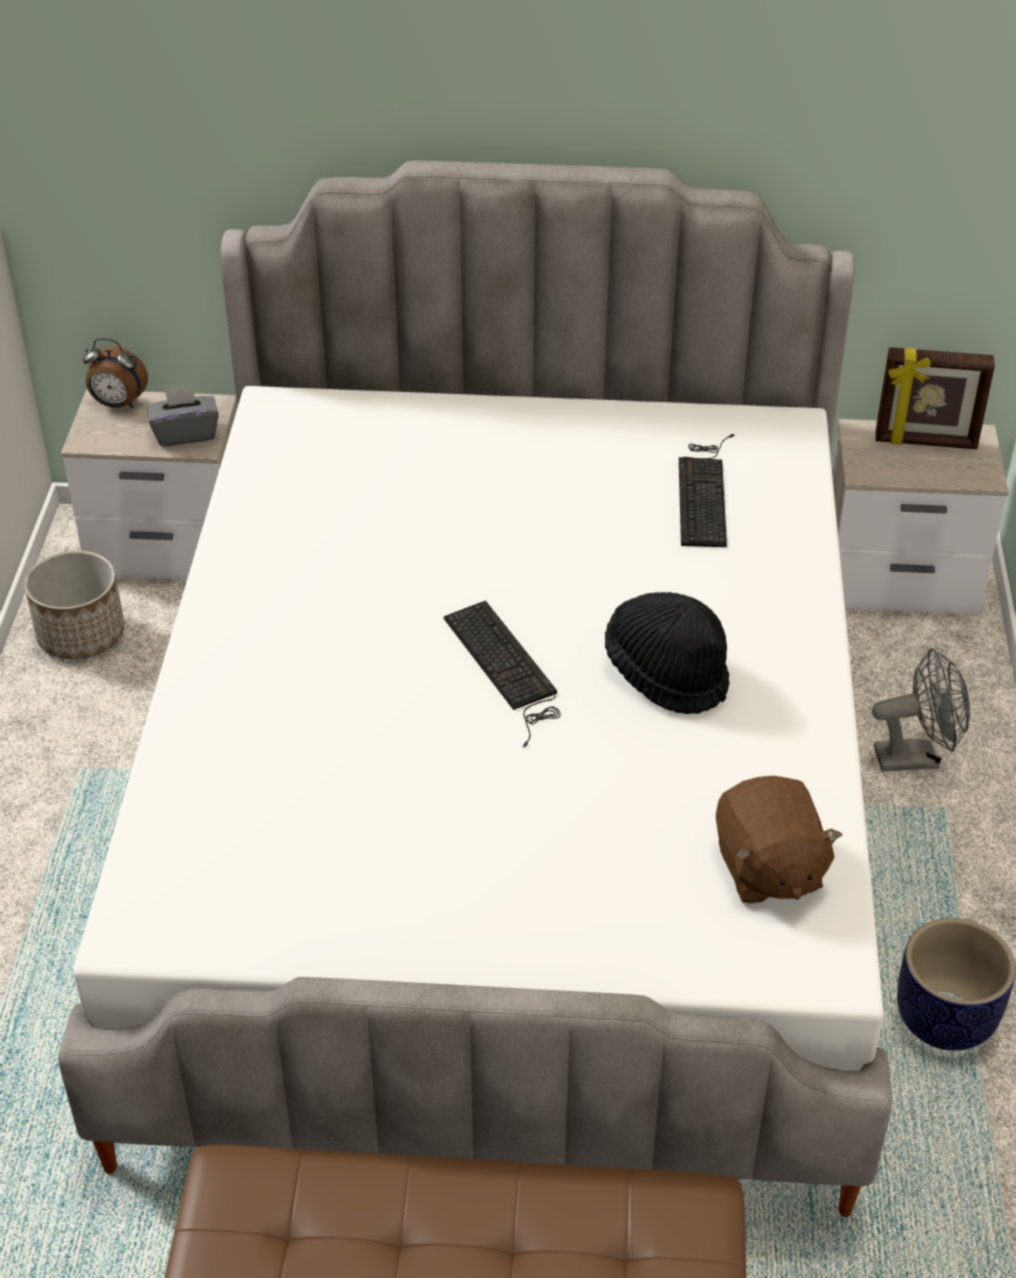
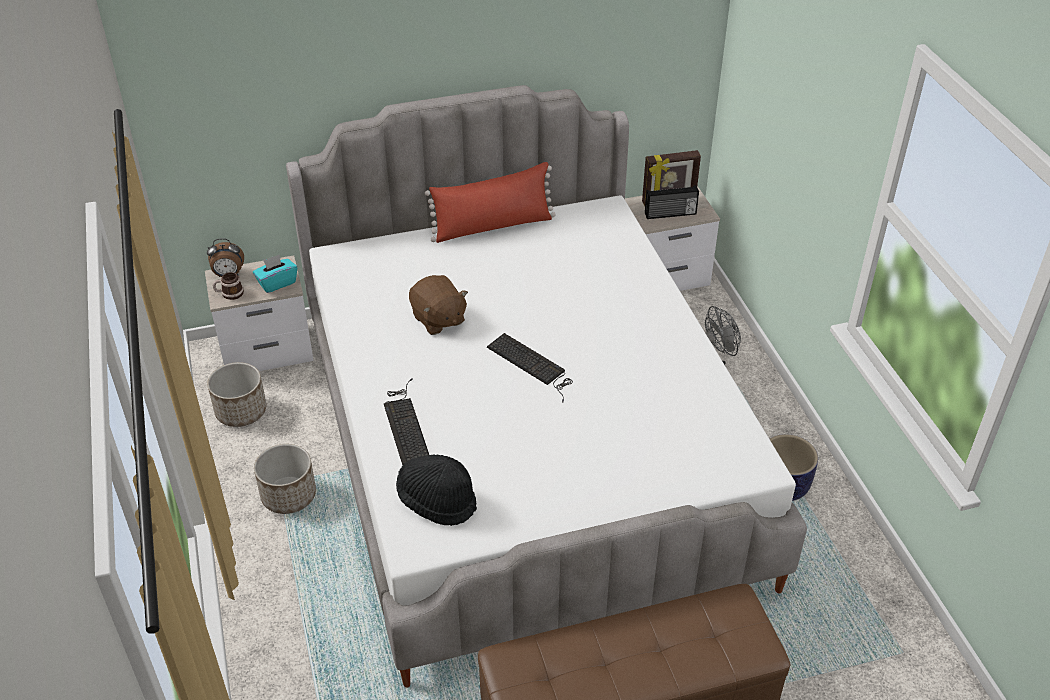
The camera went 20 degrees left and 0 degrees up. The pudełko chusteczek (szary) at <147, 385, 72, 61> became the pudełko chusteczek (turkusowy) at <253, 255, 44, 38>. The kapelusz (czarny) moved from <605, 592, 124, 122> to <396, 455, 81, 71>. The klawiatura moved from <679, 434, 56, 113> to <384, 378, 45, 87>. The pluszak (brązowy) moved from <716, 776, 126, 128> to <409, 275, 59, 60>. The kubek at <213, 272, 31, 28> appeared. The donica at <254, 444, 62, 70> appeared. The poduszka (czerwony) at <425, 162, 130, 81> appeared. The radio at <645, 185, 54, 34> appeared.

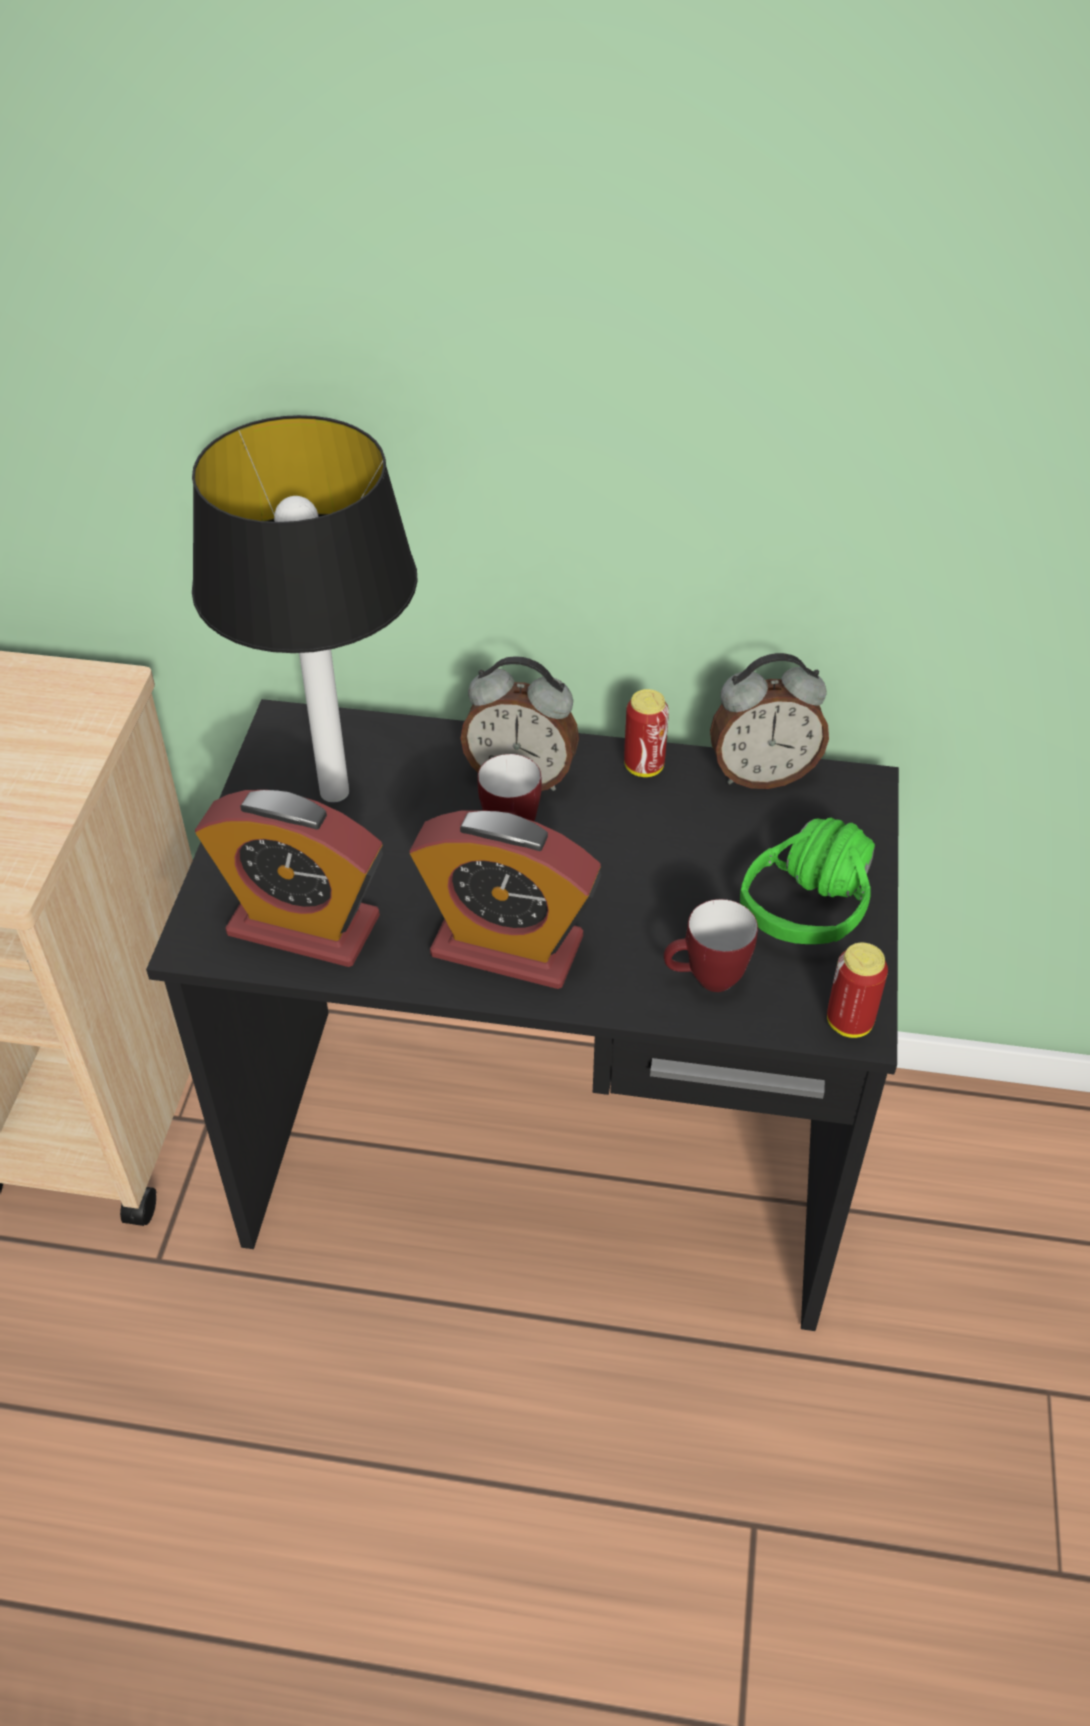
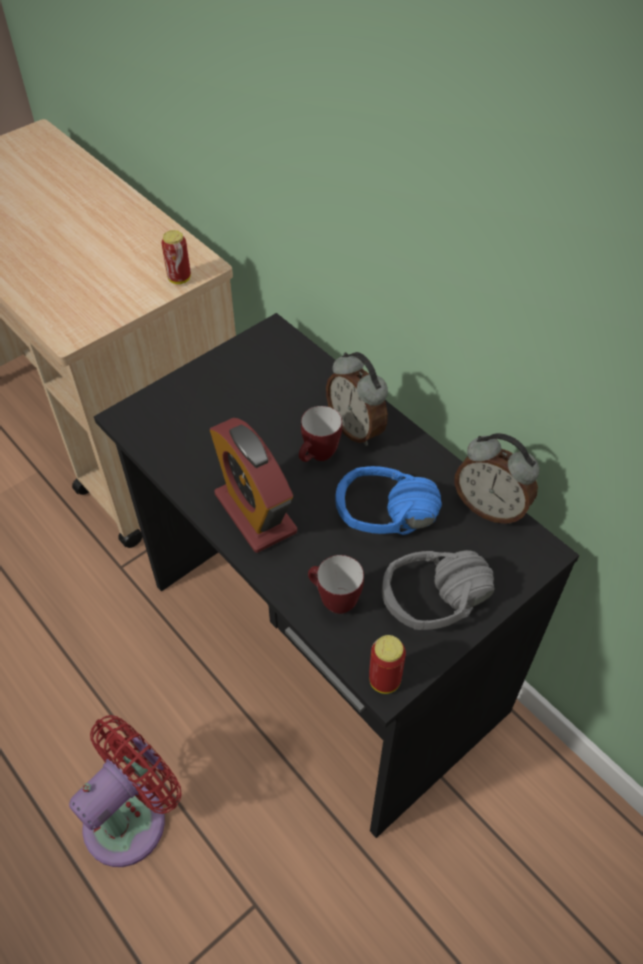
The camera went 40 degrees right and 5 degrees up. The lampa stołowa at <192, 415, 226, 387> disappeared. The budzik at <195, 790, 188, 177> disappeared. The puszka moved from <624, 689, 45, 88> to <161, 230, 30, 54>. The słuchawki (zielony) at <740, 818, 135, 126> became the słuchawki (szary) at <382, 550, 113, 80>. The wentylator (czerwony) at <69, 715, 113, 152> appeared. The słuchawki (niebieski) at <336, 466, 106, 69> appeared.

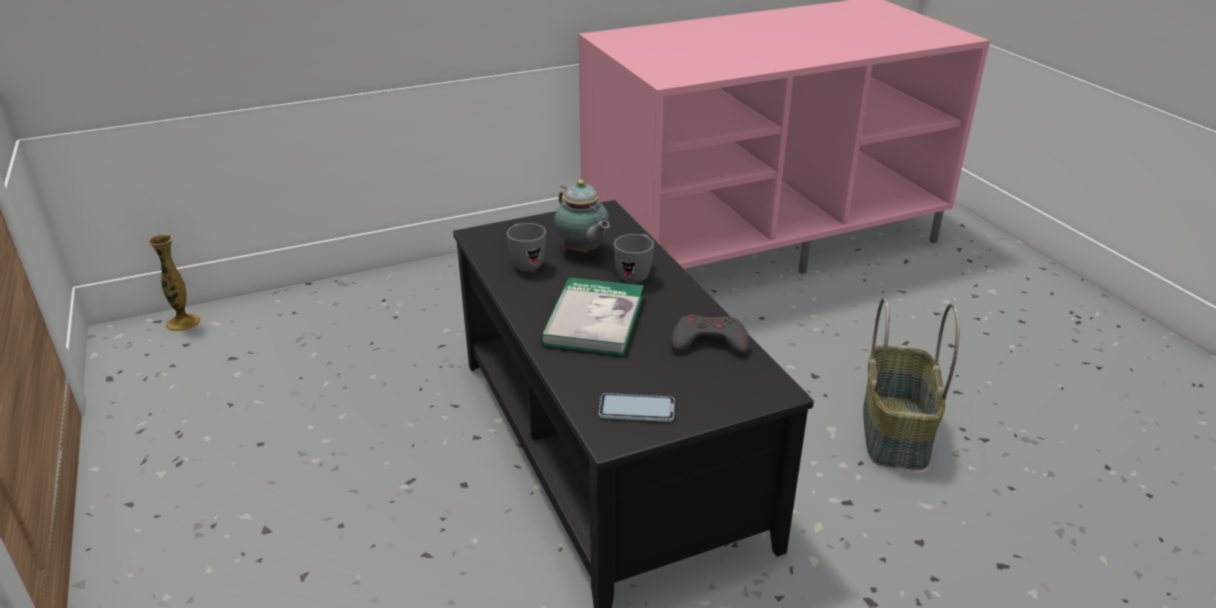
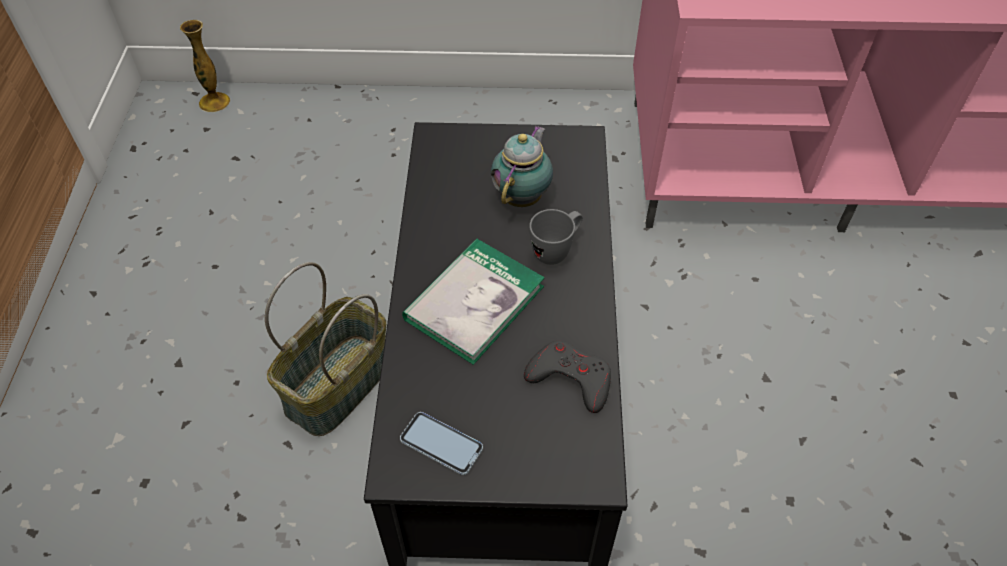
The camera went 25 degrees right and 20 degrees up. The kubek (szary) at <507, 223, 39, 48> disappeared. The imbryk at <554, 180, 56, 73> turned 150 degrees counterclockwise. The koszyk moved from <863, 298, 96, 172> to <265, 262, 121, 174>.

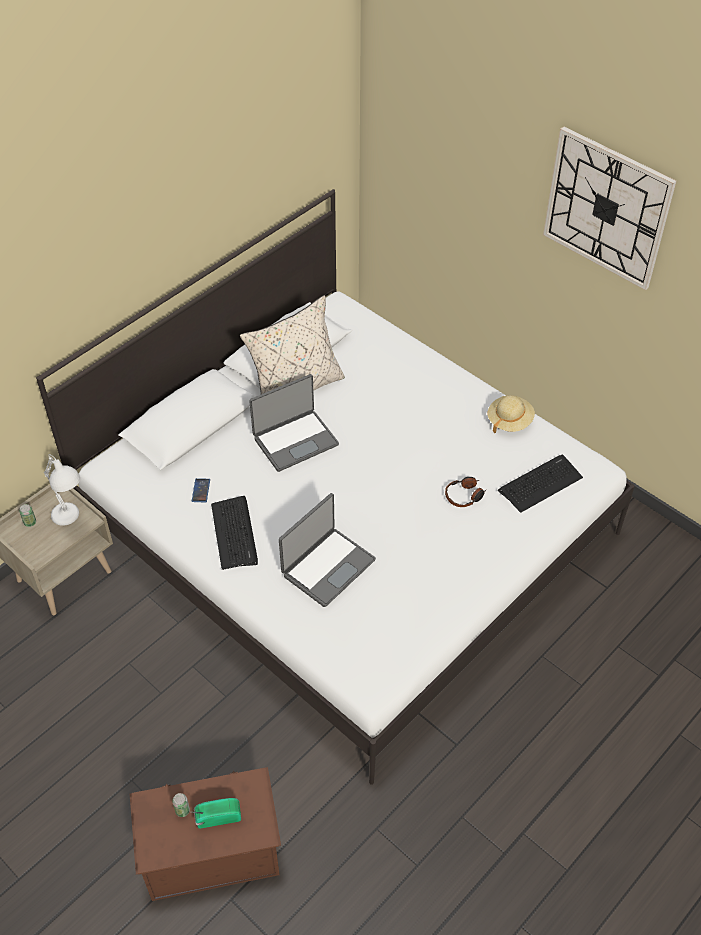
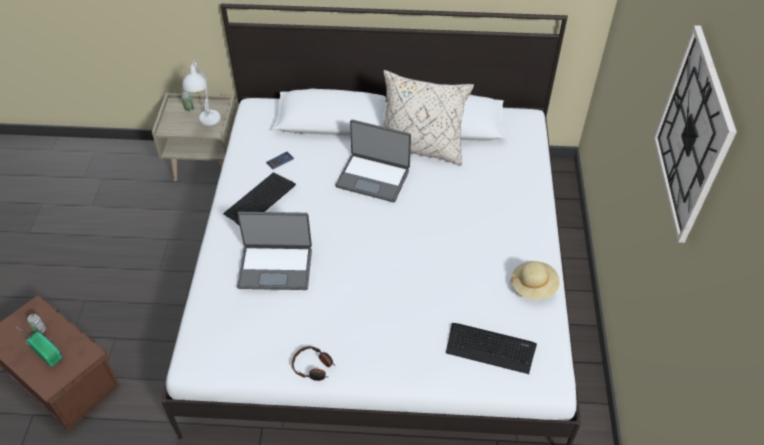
The camera went 50 degrees right and 0 degrees up. The słuchawki moved from <445, 477, 41, 30> to <292, 346, 43, 35>.

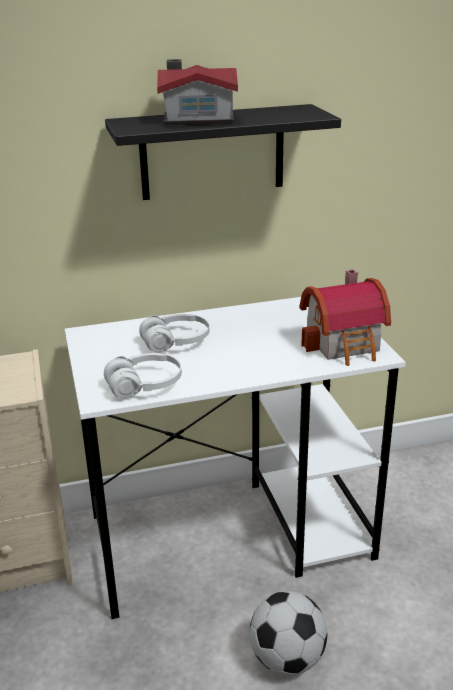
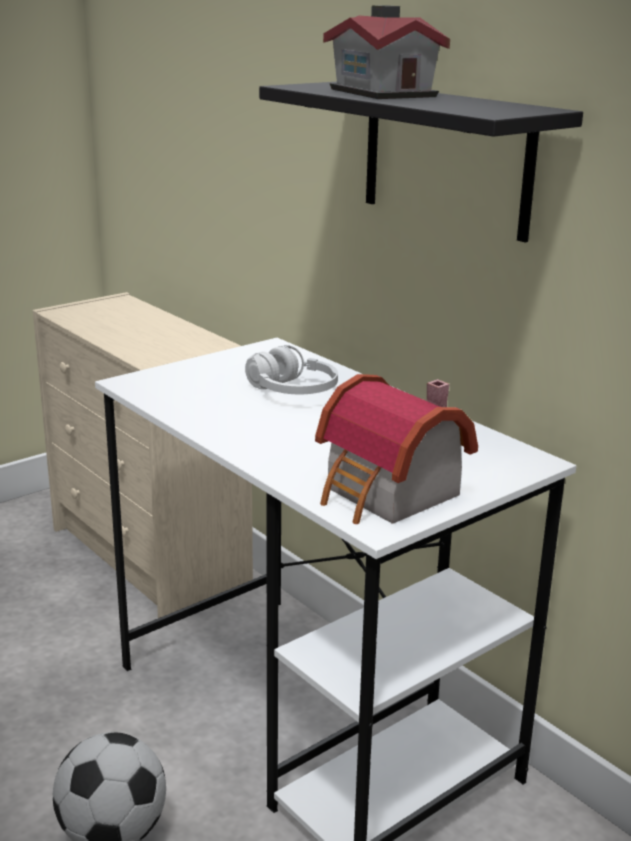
The camera went 65 degrees right and 5 degrees down. The słuchawki (biały) at <104, 353, 78, 46> disappeared.

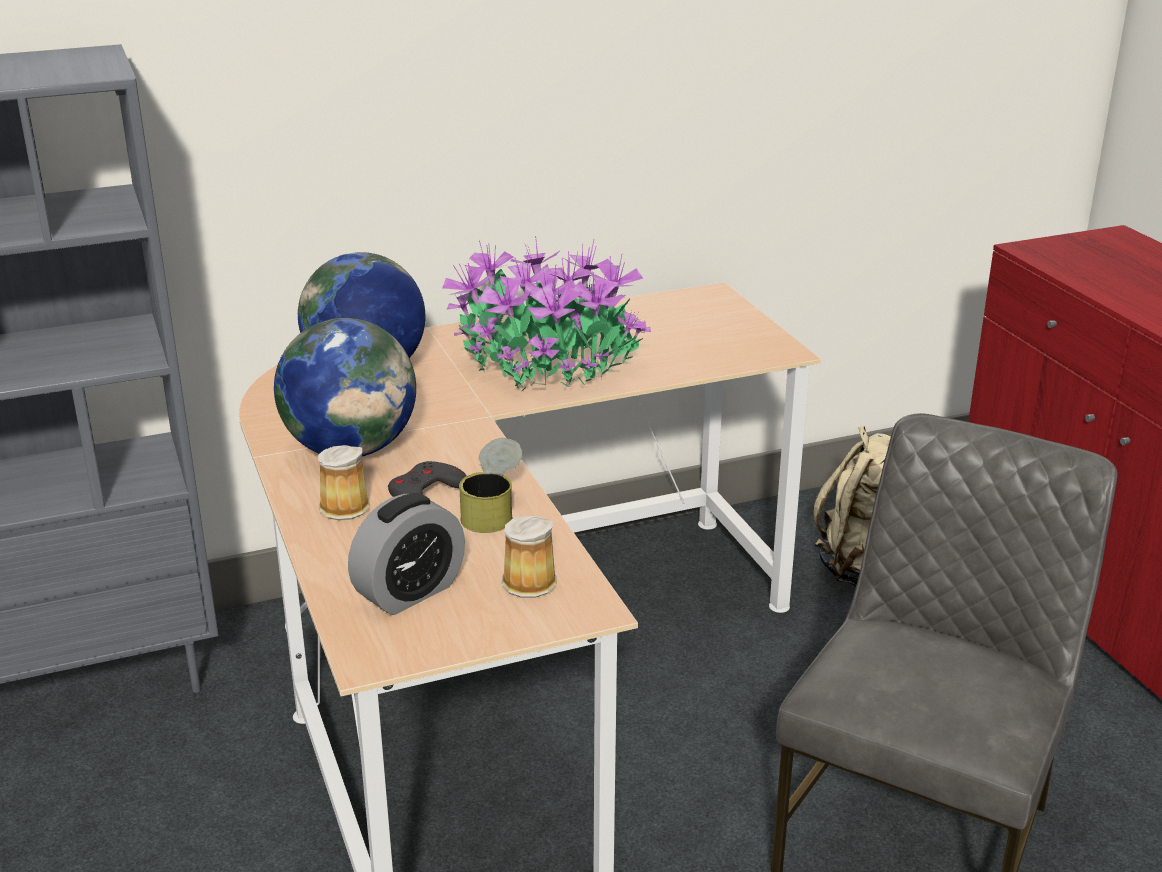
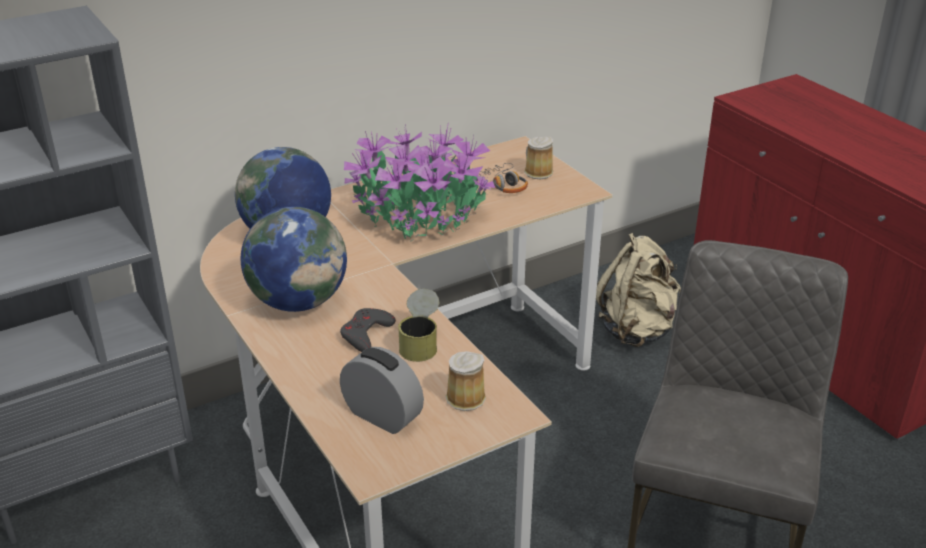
The camera went 10 degrees left and 5 degrees up. The kubek moved from <318, 445, 52, 75> to <524, 137, 29, 42>. The budzik at <348, 493, 117, 122> turned 90 degrees counterclockwise. The słuchawki at <480, 163, 48, 30> appeared.

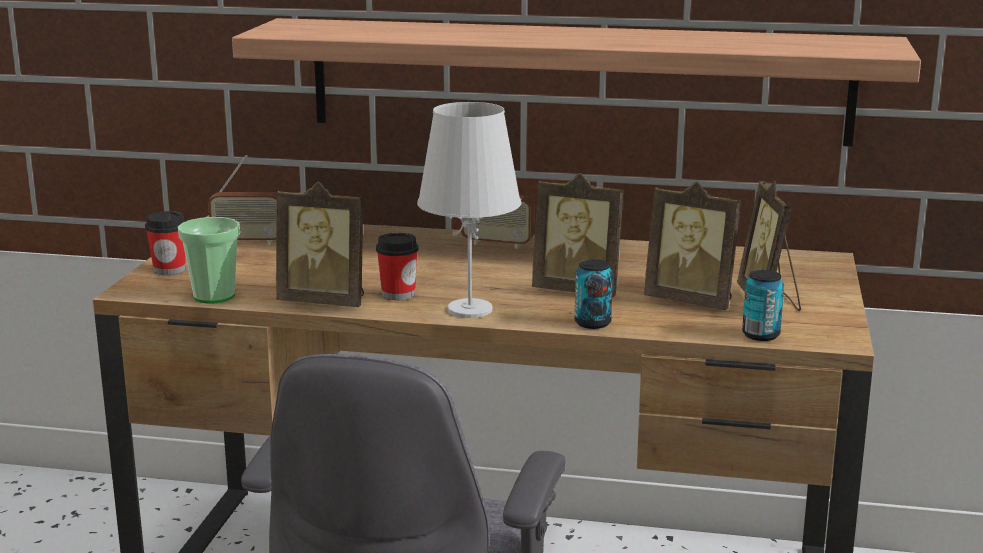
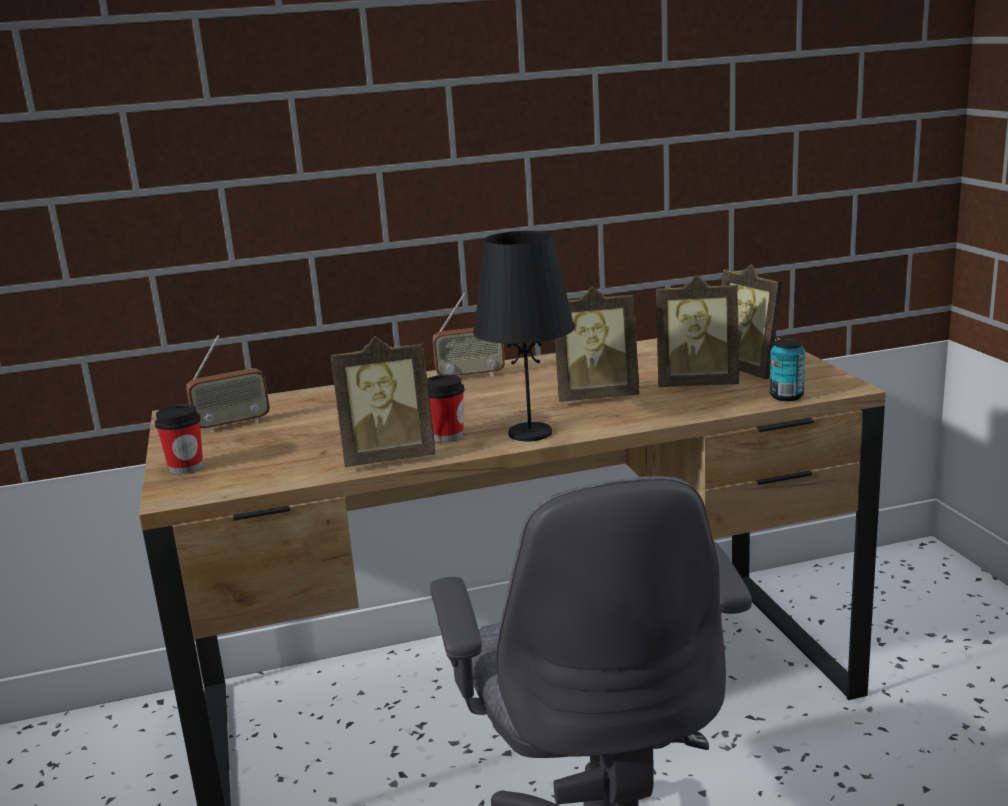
The camera went 25 degrees left and 0 degrees up. The filiżanka at <178, 217, 62, 87> disappeared. The półka at <232, 18, 689, 128> disappeared. The lampa stołowa (biały) at <417, 102, 104, 216> became the lampa stołowa (czarny) at <473, 231, 102, 210>. The puszka at <575, 259, 38, 70> disappeared.

